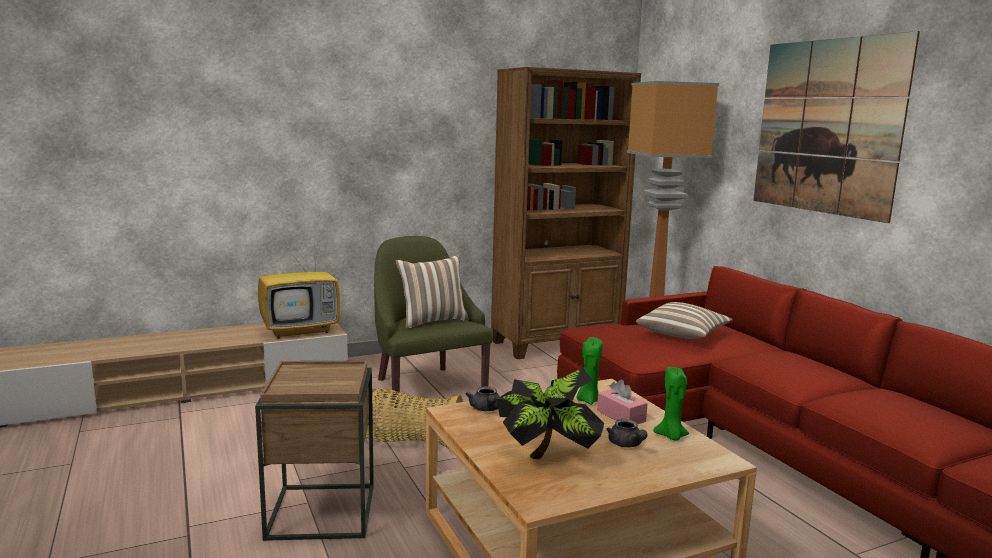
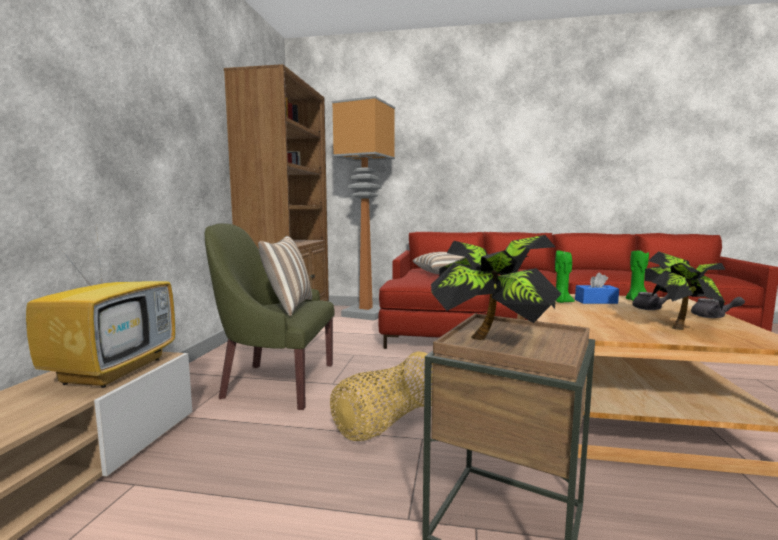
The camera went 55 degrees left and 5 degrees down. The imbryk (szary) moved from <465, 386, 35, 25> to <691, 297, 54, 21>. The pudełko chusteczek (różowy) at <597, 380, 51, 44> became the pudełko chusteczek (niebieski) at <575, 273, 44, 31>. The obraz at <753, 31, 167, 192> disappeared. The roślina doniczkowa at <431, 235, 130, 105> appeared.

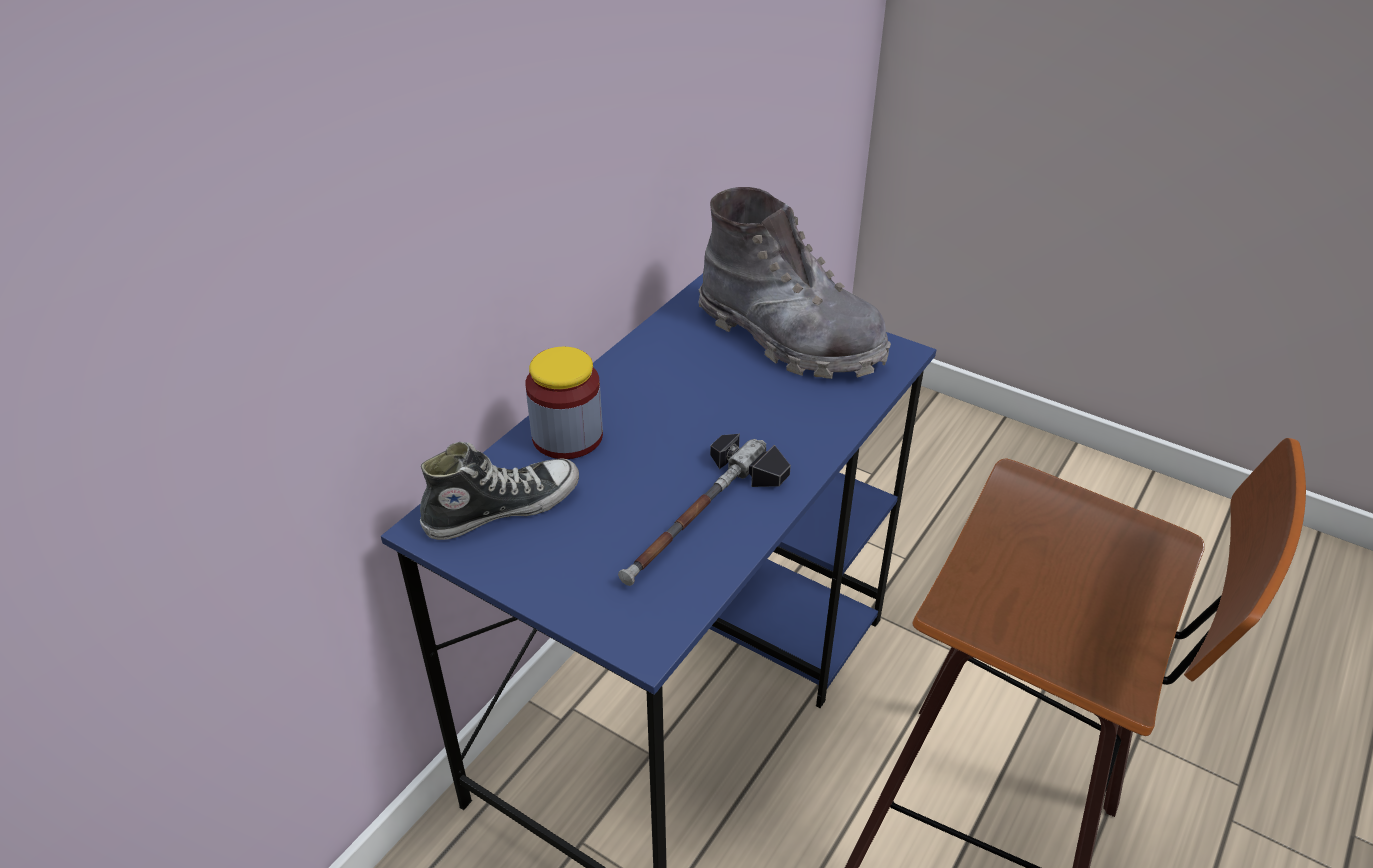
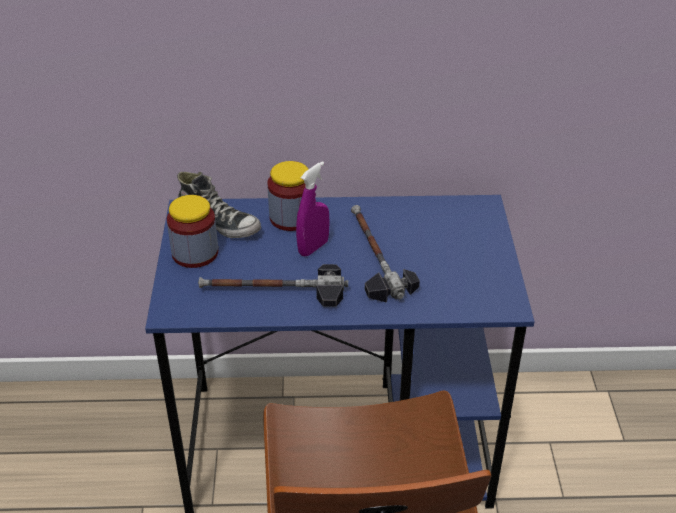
The camera went 55 degrees right and 0 degrees up. The but z cholewką (szary) at <698, 187, 193, 192> disappeared. The słoik at <167, 195, 51, 73> appeared. The spryskiwacz (fioletowy) at <296, 161, 34, 96> appeared. The młotek at <351, 205, 69, 98> appeared.

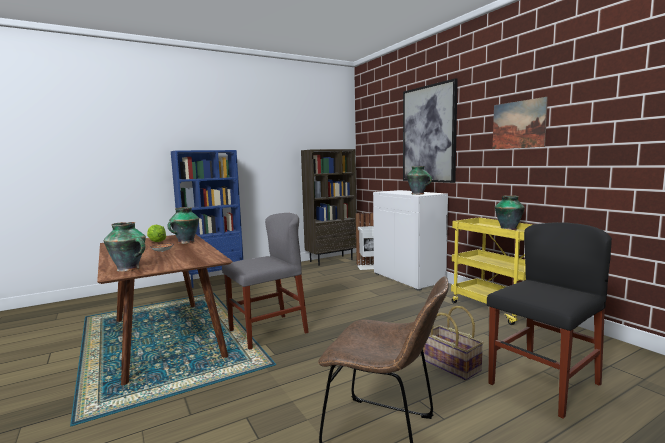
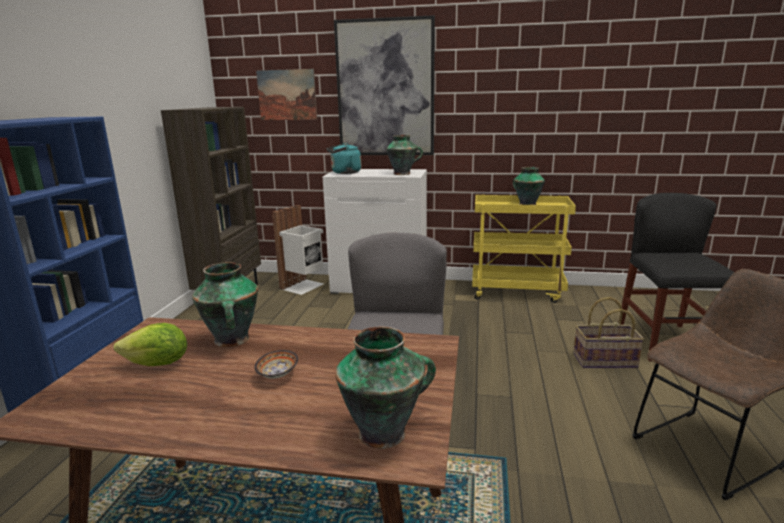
The camera went 50 degrees left and 10 degrees up. The obraz moved from <493, 97, 55, 52> to <256, 69, 61, 51>. The czajnik (turkusowy) at <327, 143, 34, 31> appeared.

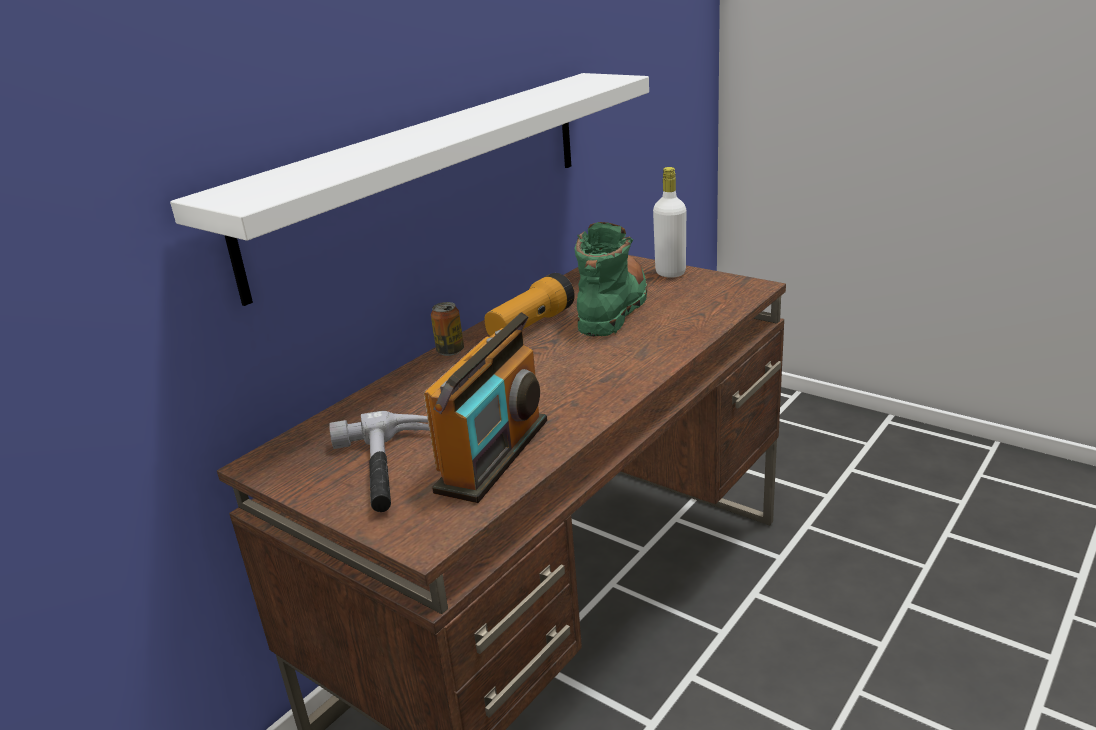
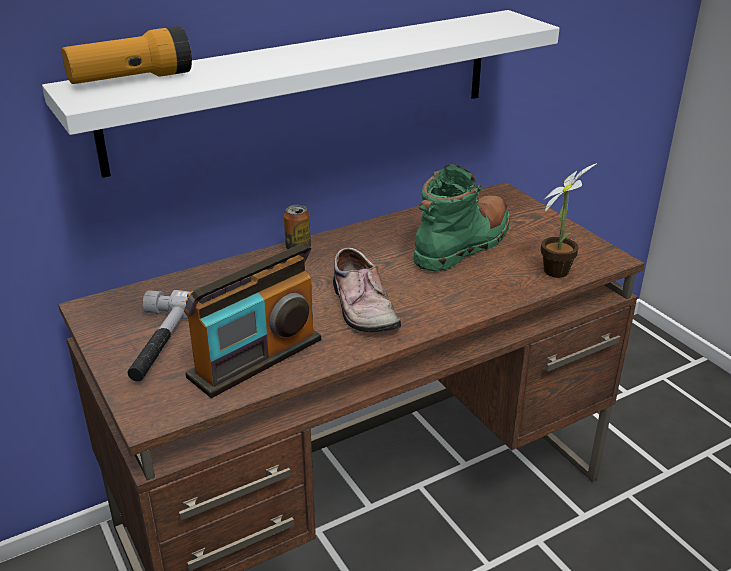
The camera went 20 degrees right and 5 degrees up. The latarka moved from <485, 273, 90, 63> to <62, 26, 130, 58>. The butelka (biały) at <653, 167, 33, 111> disappeared. The but at <333, 248, 68, 84> appeared. The roślina doniczkowa at <540, 163, 57, 115> appeared.

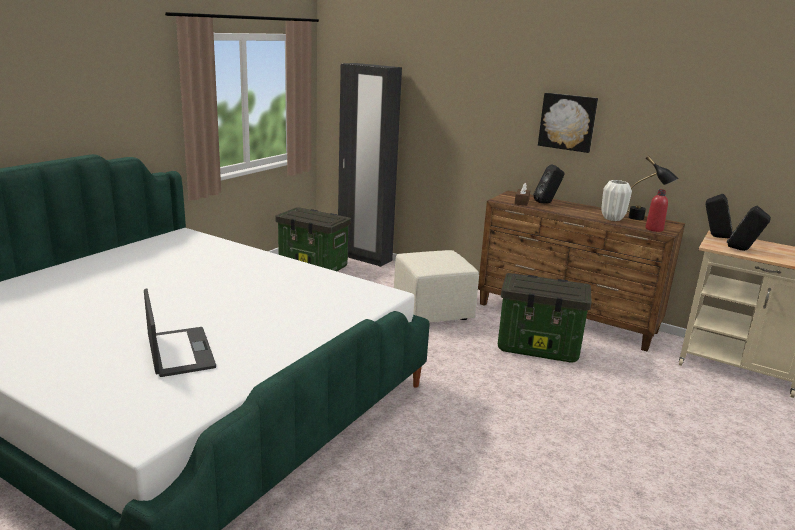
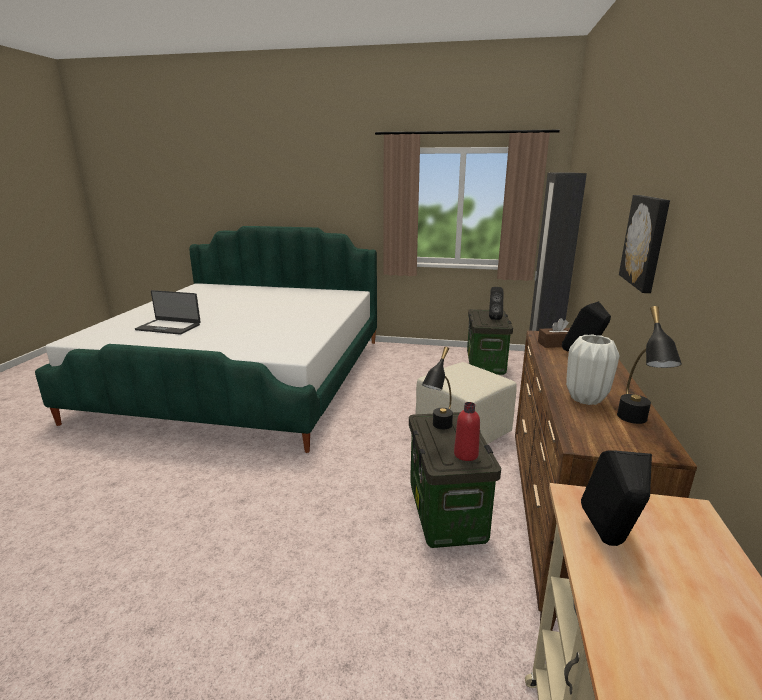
The camera went 70 degrees right and 0 degrees up. The laptop at <144, 289, 72, 88> turned 60 degrees clockwise. The butelka (czerwony) moved from <645, 189, 23, 43> to <454, 402, 26, 59>. The głośnik (czarny) moved from <705, 194, 28, 44> to <489, 287, 14, 33>. The lampa stołowa (czarny) at <422, 347, 31, 82> appeared.

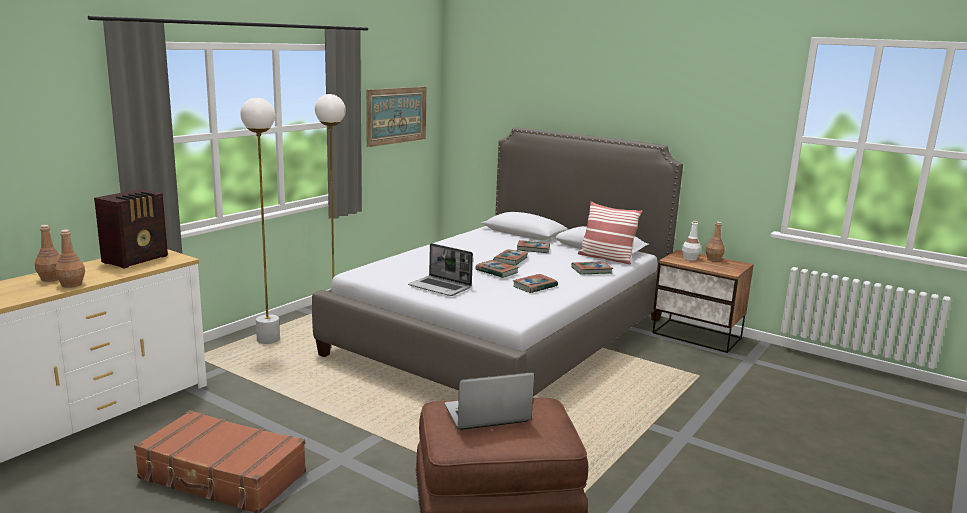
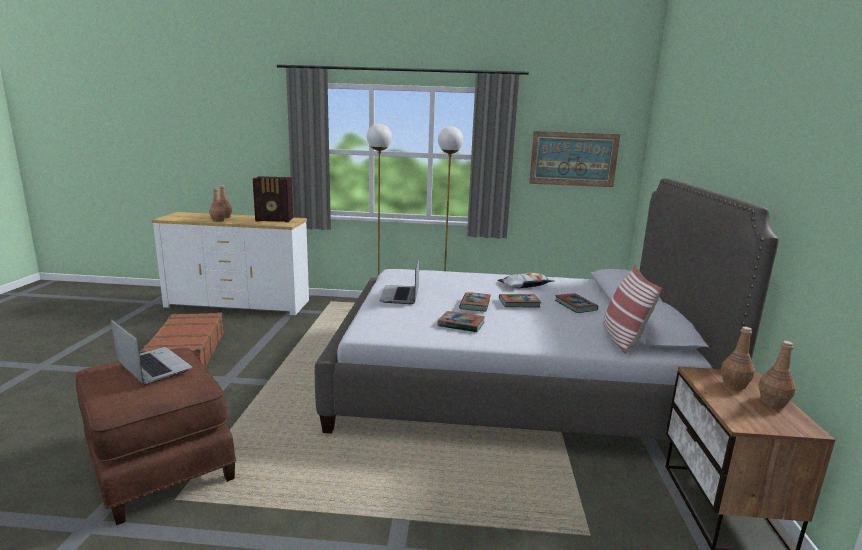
The camera went 60 degrees right and 0 degrees up. The książka at <571, 261, 42, 14> disappeared. The butelka (biały) at <682, 221, 19, 40> became the butelka (brązowy) at <721, 327, 34, 63>. The poduszka at <498, 273, 56, 15> appeared.

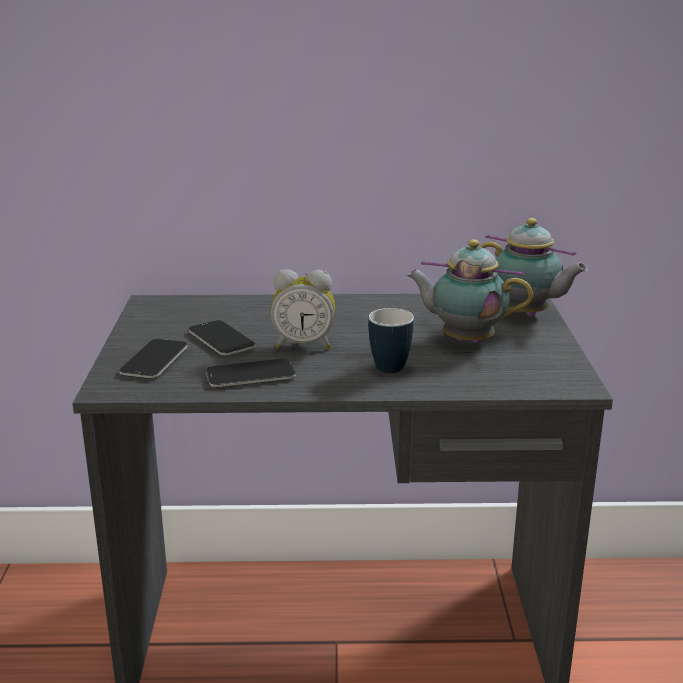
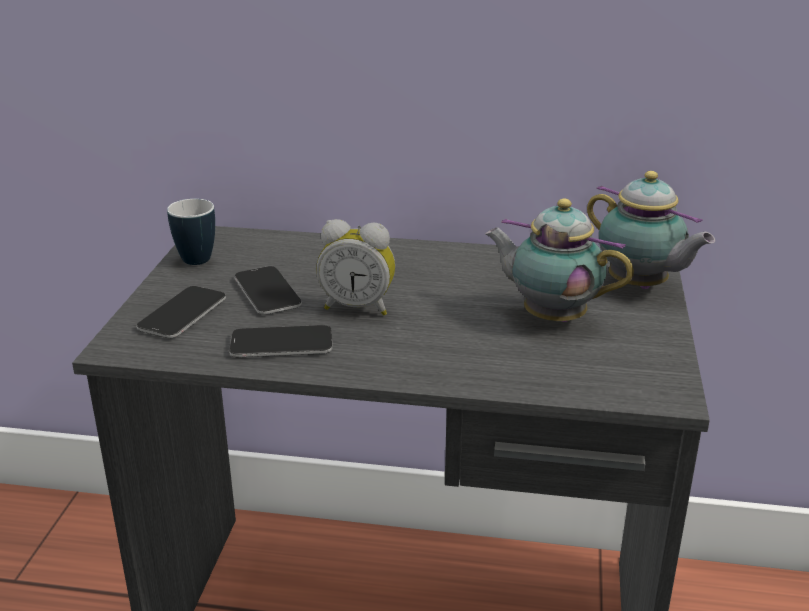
The camera went 10 degrees right and 5 degrees up. The kubek moved from <368, 308, 46, 65> to <167, 199, 48, 66>.

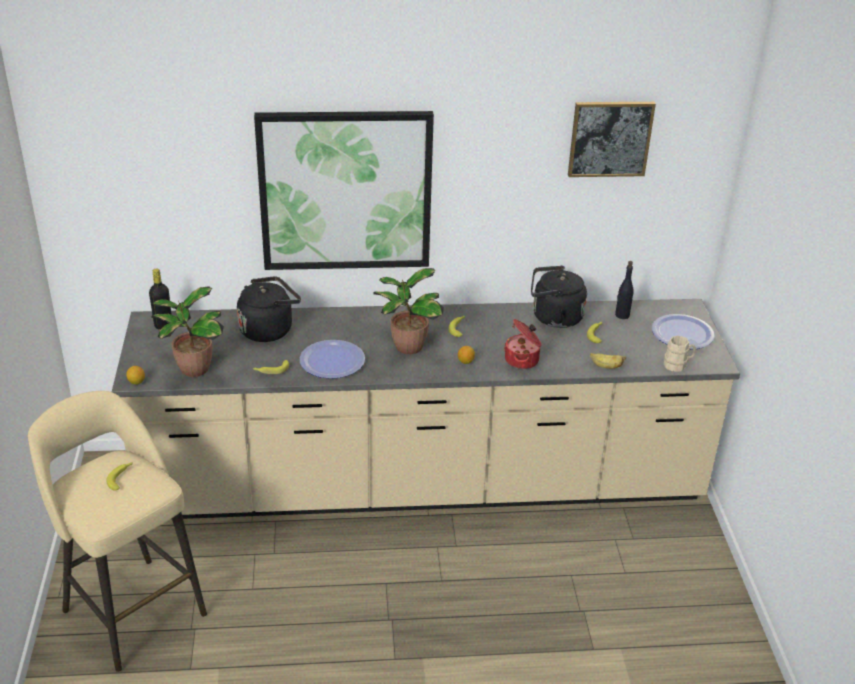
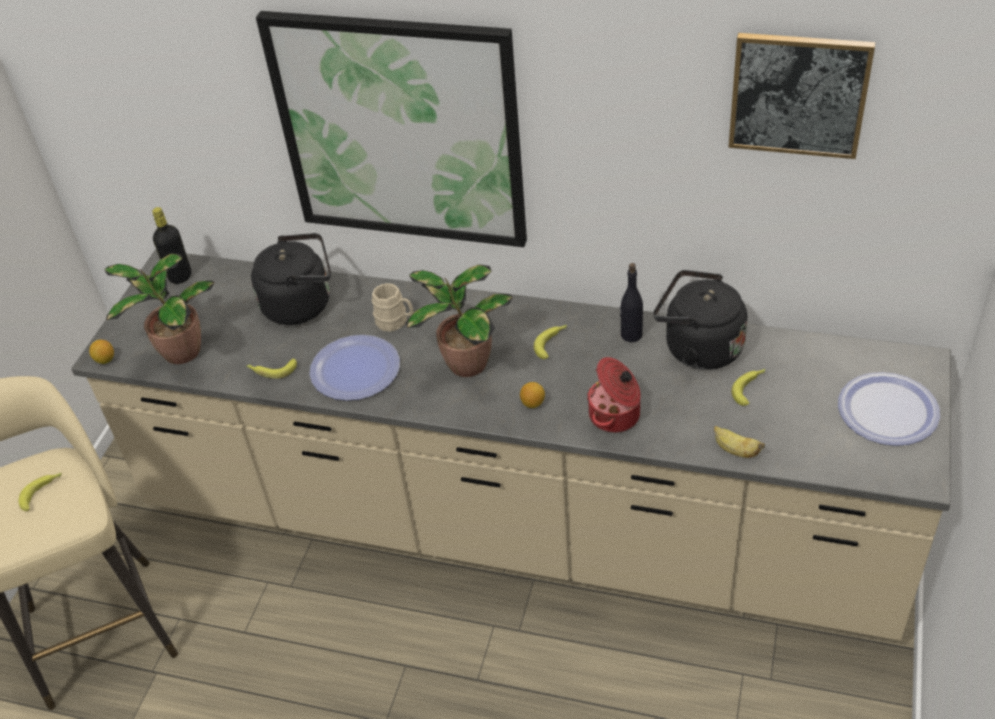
The camera went 25 degrees right and 10 degrees up. The butelka (czarny) moved from <615, 261, 19, 58> to <620, 263, 23, 79>. The kubek (beżowy) moved from <664, 336, 32, 36> to <372, 283, 41, 49>.

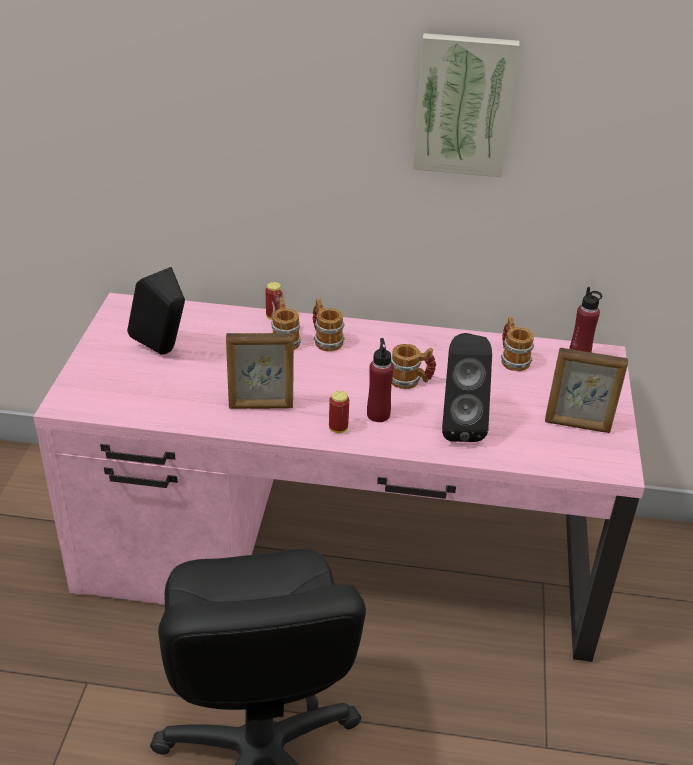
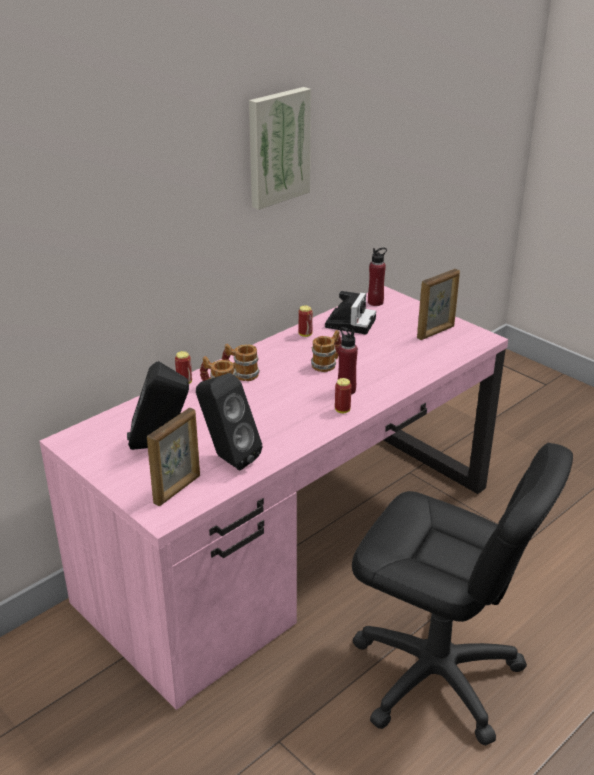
The camera went 50 degrees left and 5 degrees down. The ramka na zdjęcie moved from <226, 333, 68, 76> to <147, 408, 53, 98>. The głośnik (czarny) moved from <442, 333, 50, 109> to <196, 373, 66, 97>. The kubek at <501, 317, 33, 54> was replaced by the aparat fotograficzny at <325, 291, 51, 44>. The puszka at <298, 305, 15, 32> appeared.

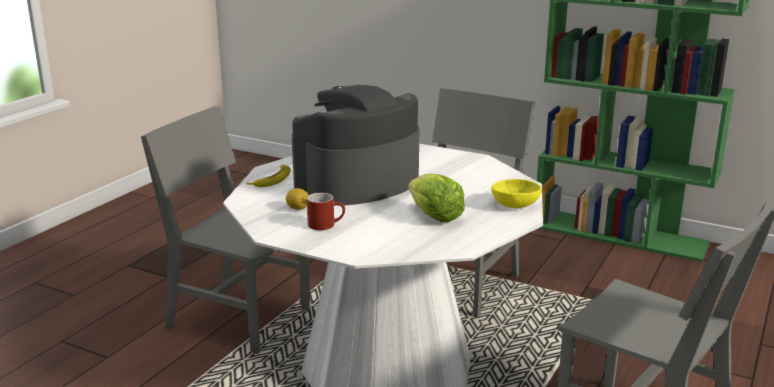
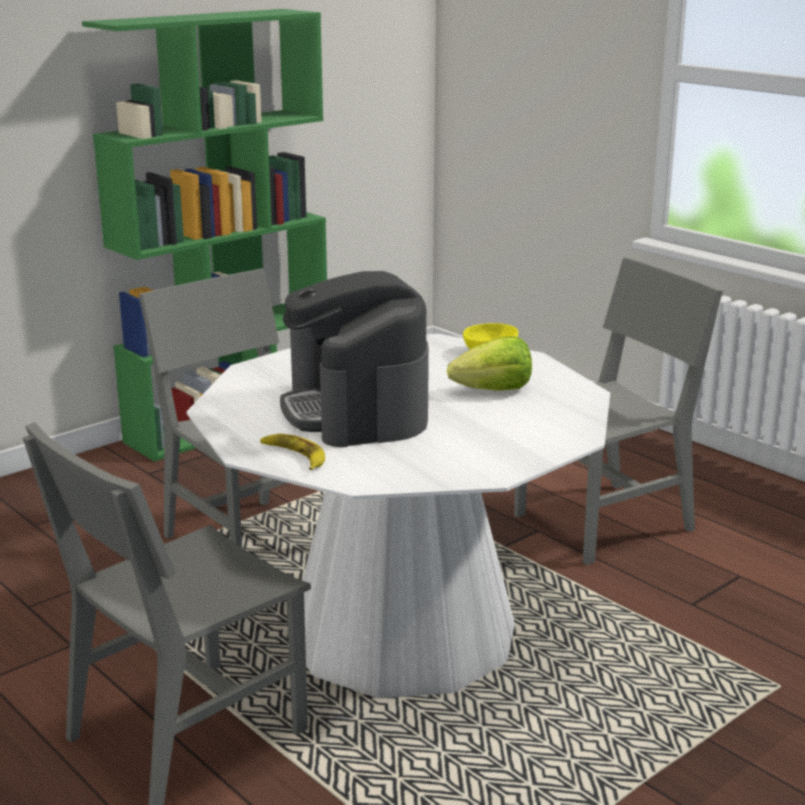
The camera went 70 degrees left and 0 degrees up. The cytryna at <286, 188, 23, 22> disappeared. The kubek (czerwony) at <307, 193, 38, 37> disappeared.

